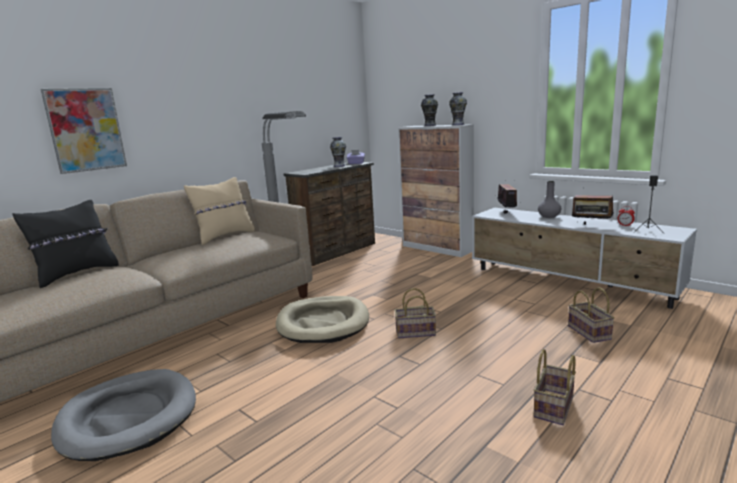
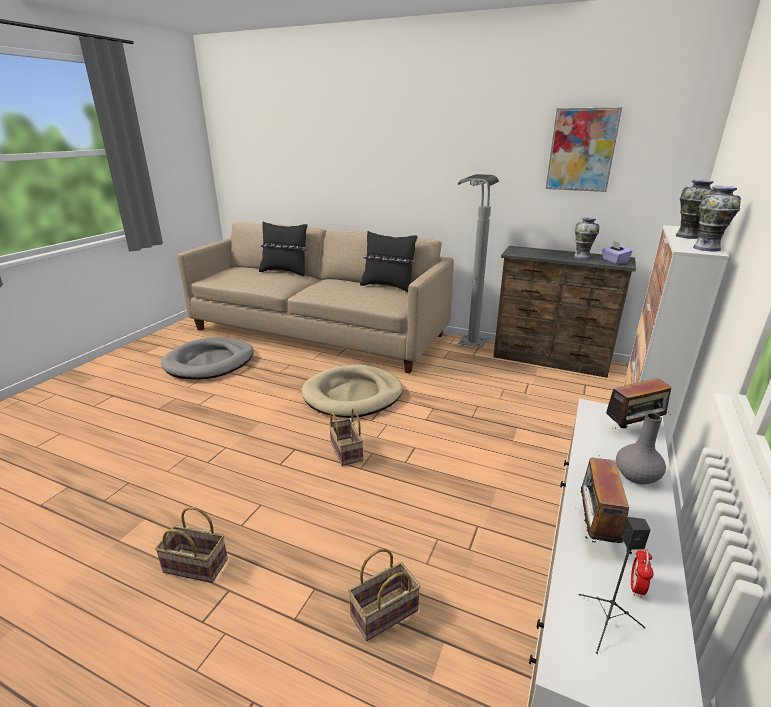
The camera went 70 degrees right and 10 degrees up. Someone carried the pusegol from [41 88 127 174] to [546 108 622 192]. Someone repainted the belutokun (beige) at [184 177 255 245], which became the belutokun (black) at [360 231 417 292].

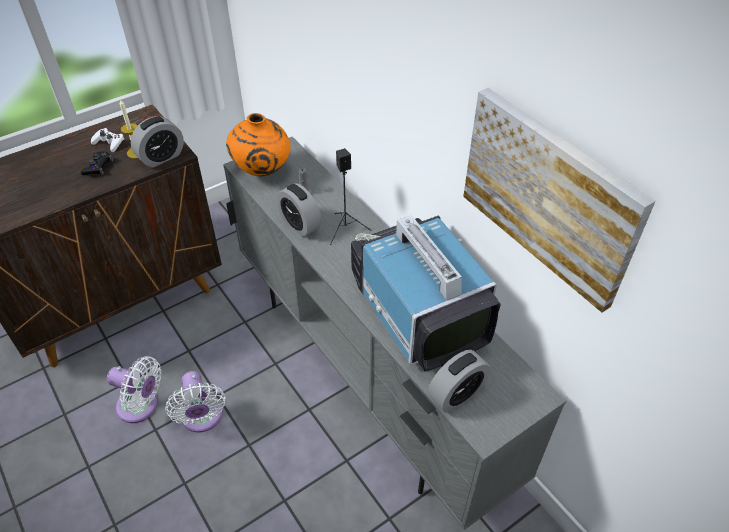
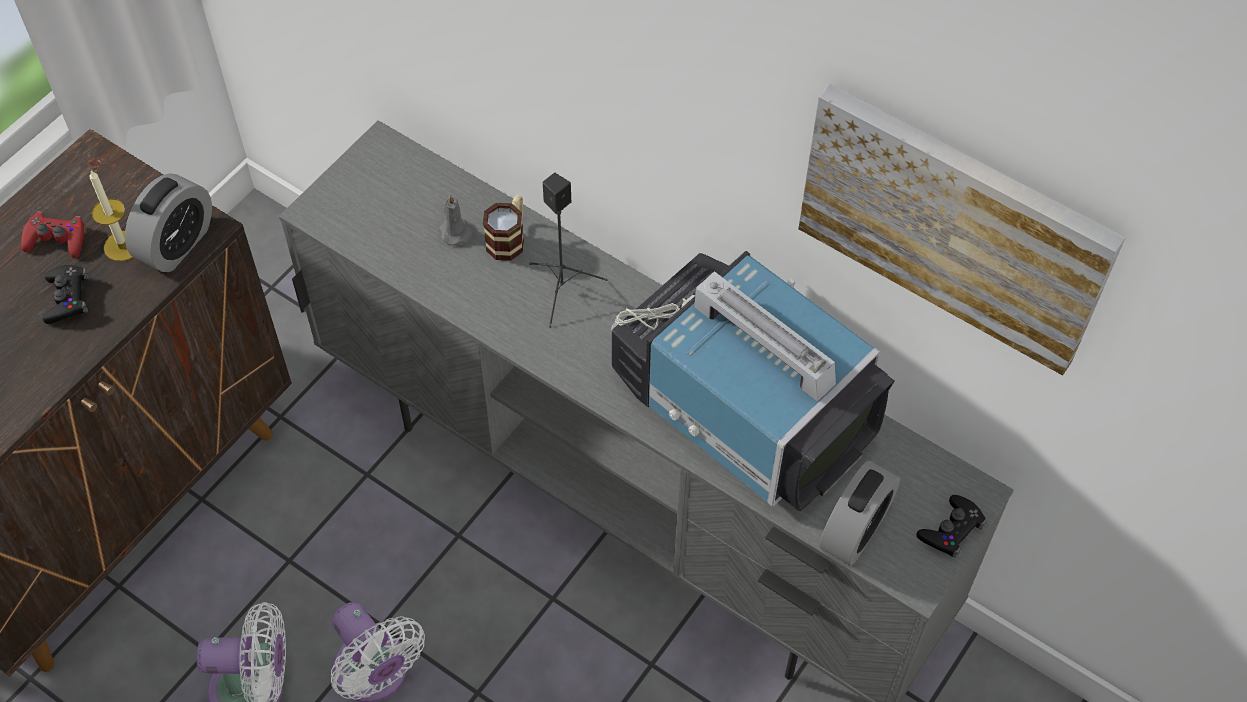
The camera went 20 degrees left and 10 degrees up. Someone took away the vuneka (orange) at [226 113 291 176]. Someone repainted the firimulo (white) at [91 128 124 152], which became the firimulo (red) at [21 211 84 259]. Someone took away the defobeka at [276 183 322 237]. Someone put down the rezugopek at [483 194 524 261]. Someone put down the firimulo (black) at [916 495 987 558].

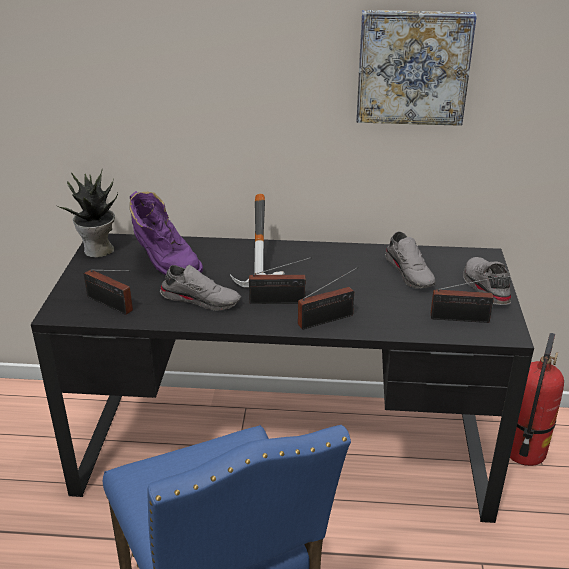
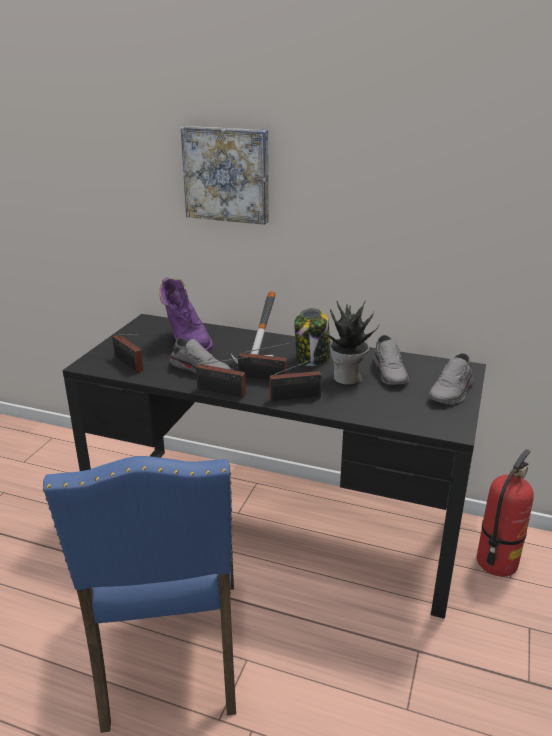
The camera went 15 degrees right and 5 degrees down. Someone carried the pusegol from [356 10 477 126] to [181 126 269 225]. Someone carried the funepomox from [56 169 118 258] to [321 300 379 385]. Someone rotated the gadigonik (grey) at [463 257 511 305] by 150 degrees counterclockwise. Someone carried the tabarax from [431 275 504 323] to [196 356 250 399]. Someone put down the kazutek at [294 308 330 366].

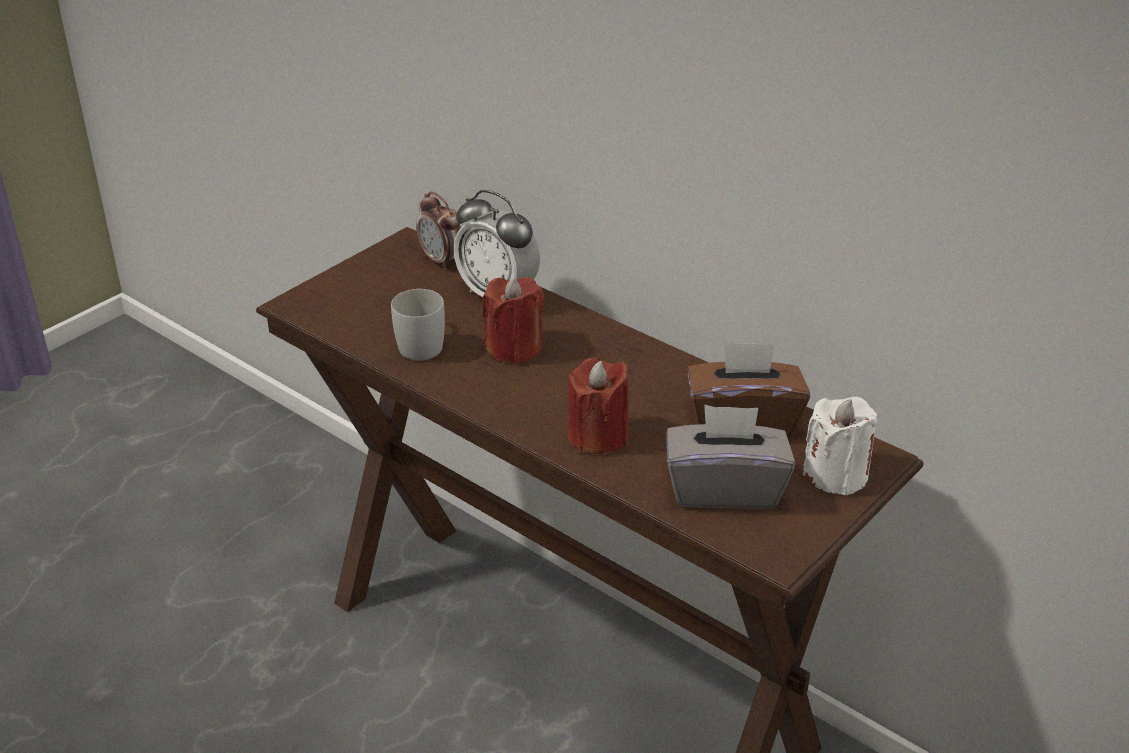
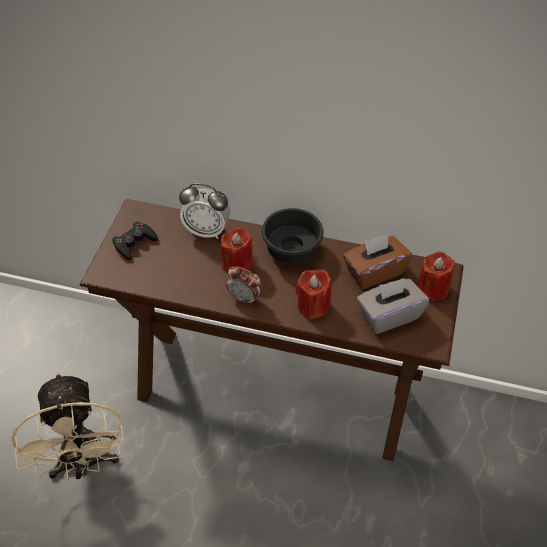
The camera went 25 degrees left and 15 degrees up. Someone carried the defobeka from [416 192 461 270] to [226 266 262 305]. Someone took away the rezugopek (white) at [391 289 445 361]. Someone repainted the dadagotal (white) at [802 397 877 496], which became the dadagotal (red) at [417 251 456 301]. Someone put down the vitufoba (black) at [261 208 324 264]. Someone put down the firimulo (black) at [112 221 158 260]. Someone put down the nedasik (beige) at [11 372 124 480].

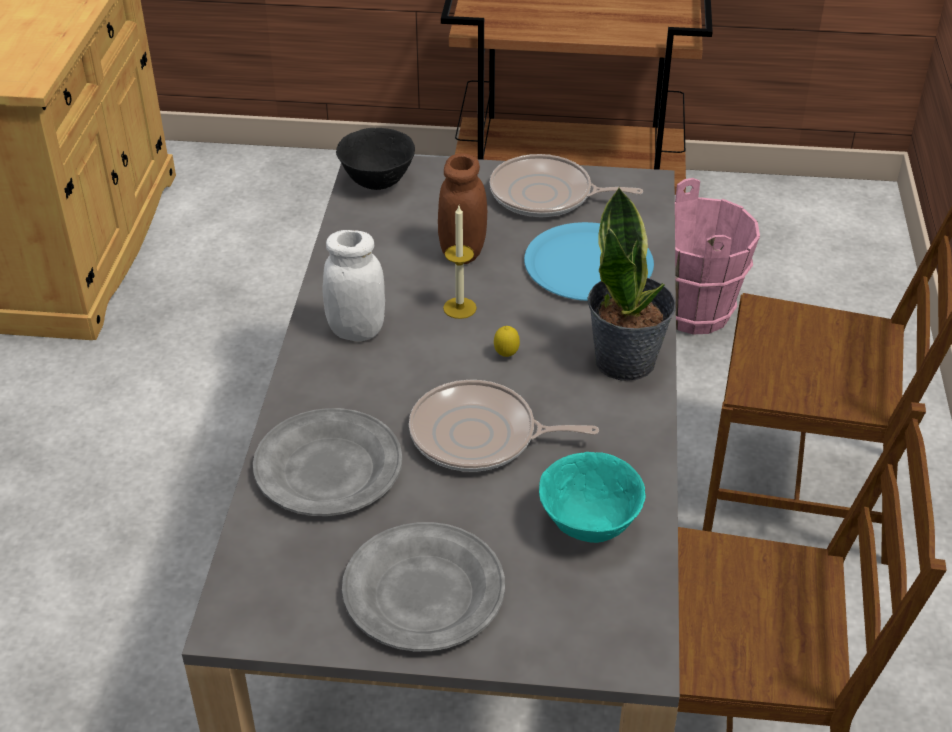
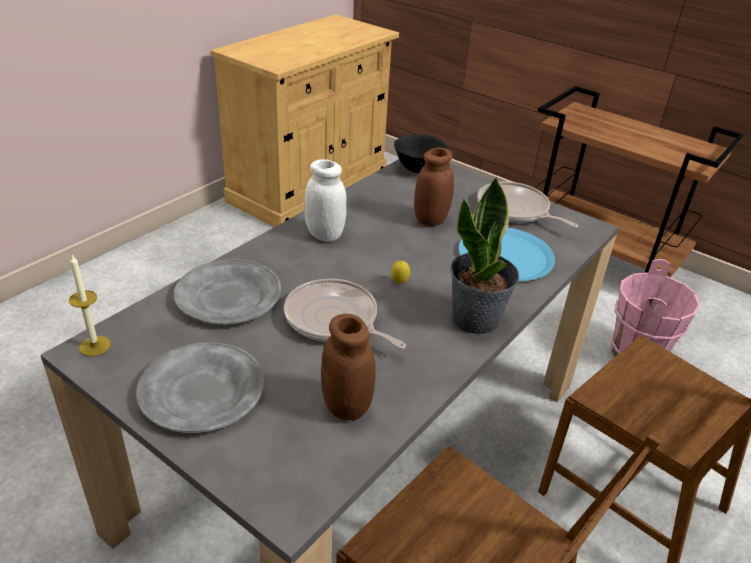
The camera went 30 degrees right and 5 degrees down. Someone carried the dadagotal from [443 206 477 319] to [69 255 111 356]. Someone swapped the vitufoba (turquoise) at [539 452 645 543] for the kazutek (brown) at [321 314 376 420].

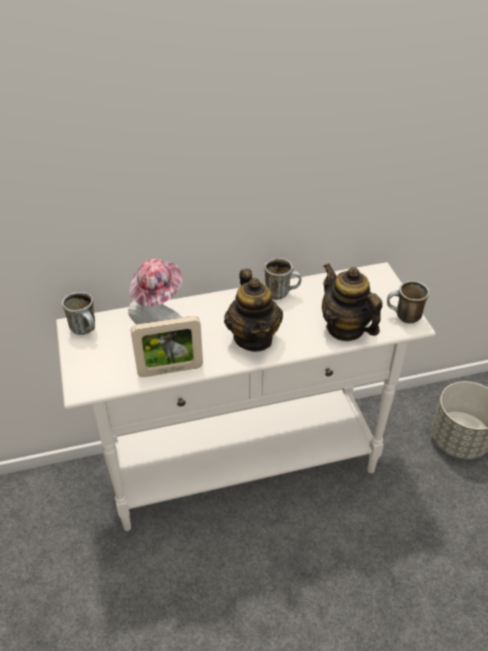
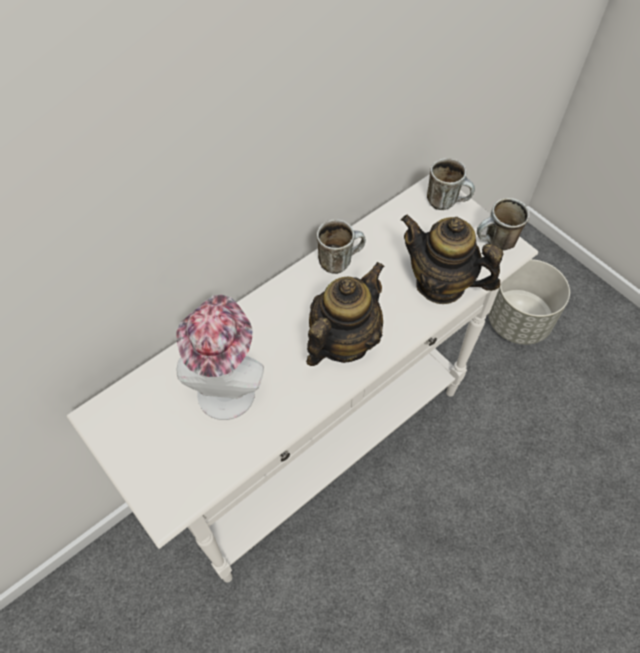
The camera went 25 degrees left and 15 degrees up. Someone rotated the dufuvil at [224 269 283 352] by 105 degrees counterclockwise. Someone carried the rezugopek from [62 292 95 335] to [427 158 475 210]. Someone took away the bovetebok at [131 316 203 377].

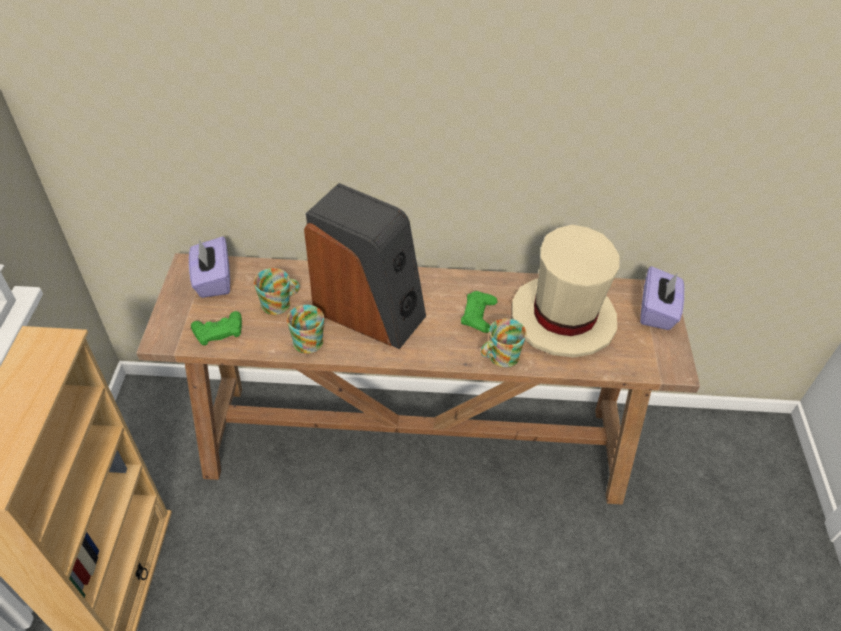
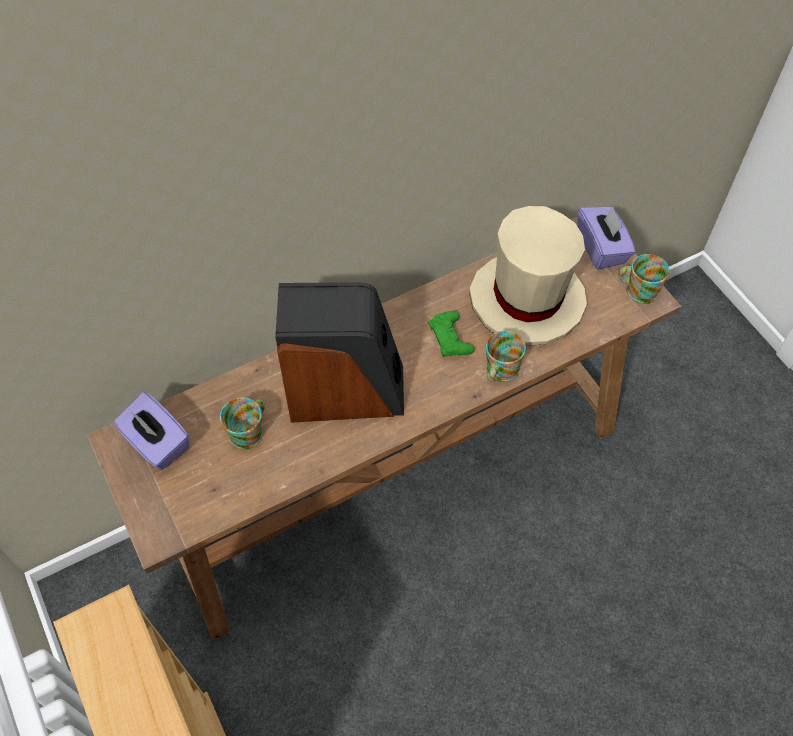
The camera went 30 degrees left and 10 degrees up. Someone carried the rezugopek from [287 305 324 354] to [618 254 670 304]. Someone took away the firimulo (green) at [191 311 242 345].

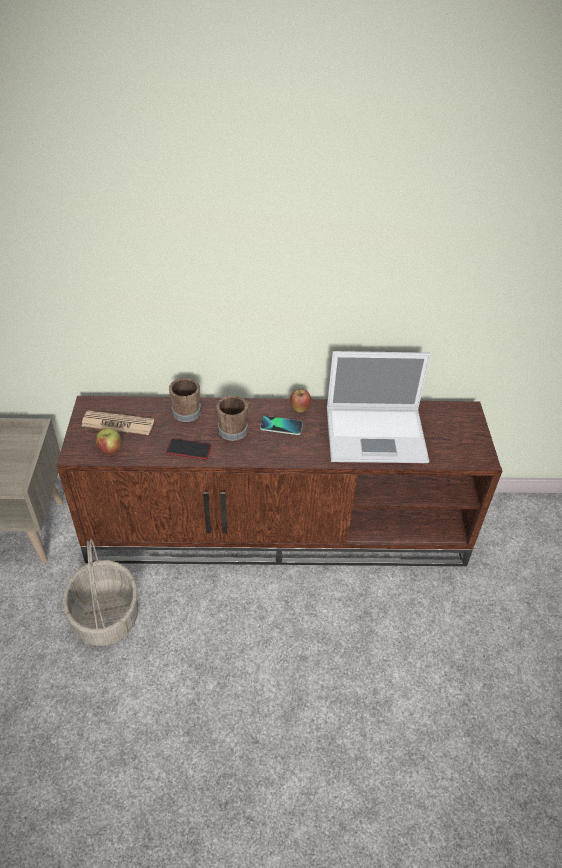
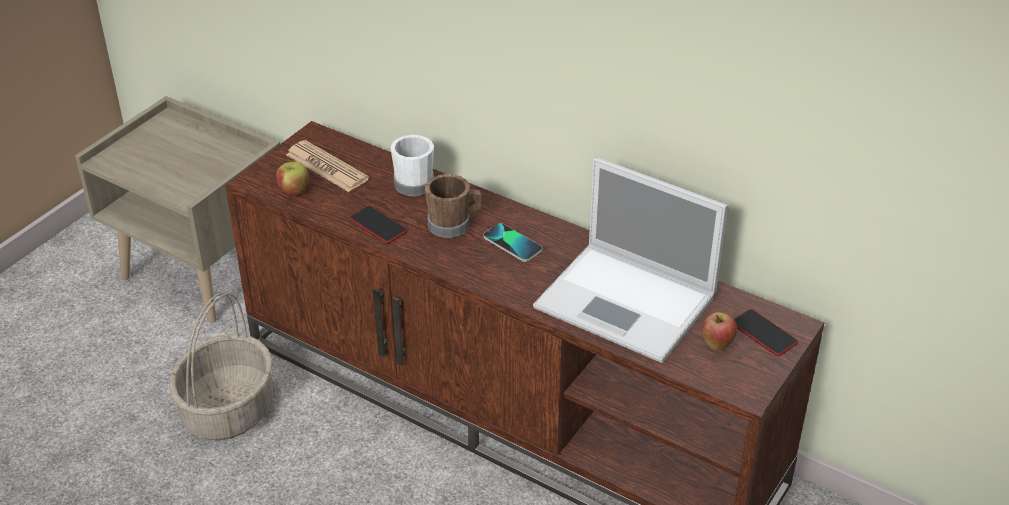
The camera went 35 degrees right and 5 degrees down. Someone repainted the rezugopek (brown) at [169 378 201 422], which became the rezugopek (white) at [391 135 434 196]. Someone carried the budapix from [290 389 311 413] to [701 312 737 350]. Someone put down the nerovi at [734 309 798 356].

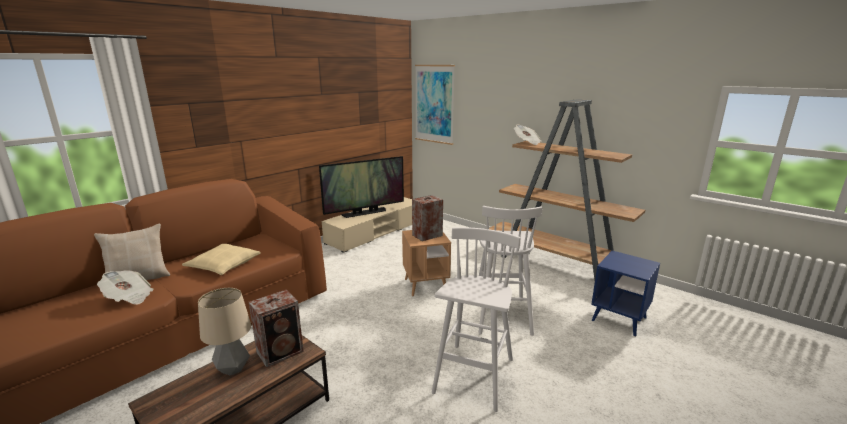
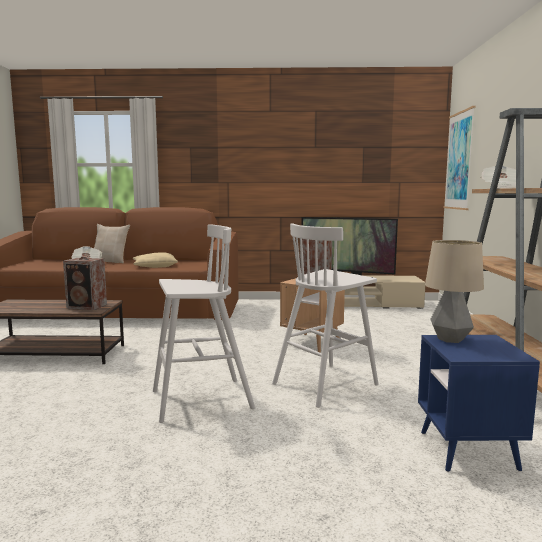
The camera went 50 degrees right and 10 degrees down. Someone carried the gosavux from [198 288 251 376] to [425 240 484 343].

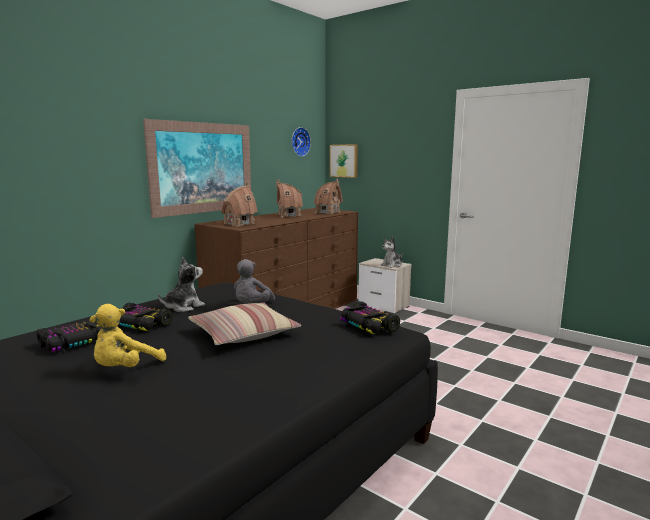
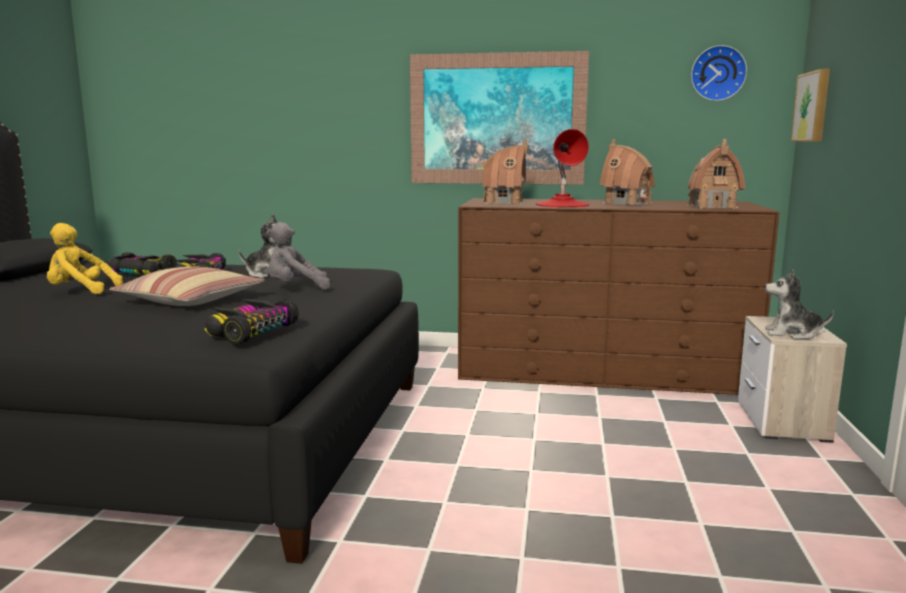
The camera went 60 degrees right and 0 degrees up. Someone put down the gosavux (red) at [535 129 590 207].

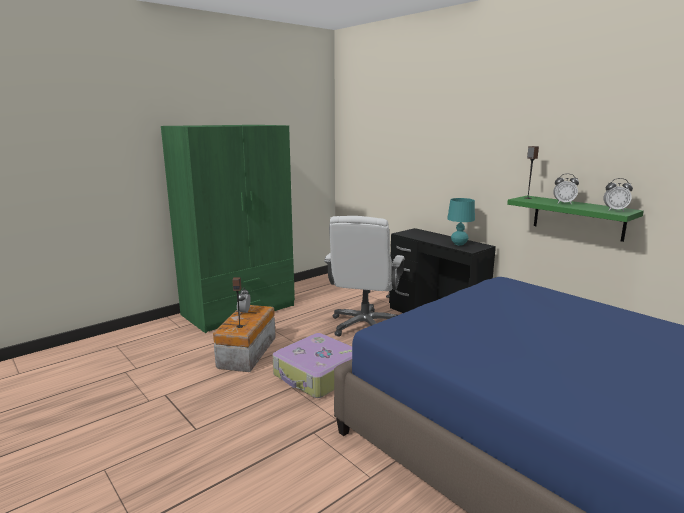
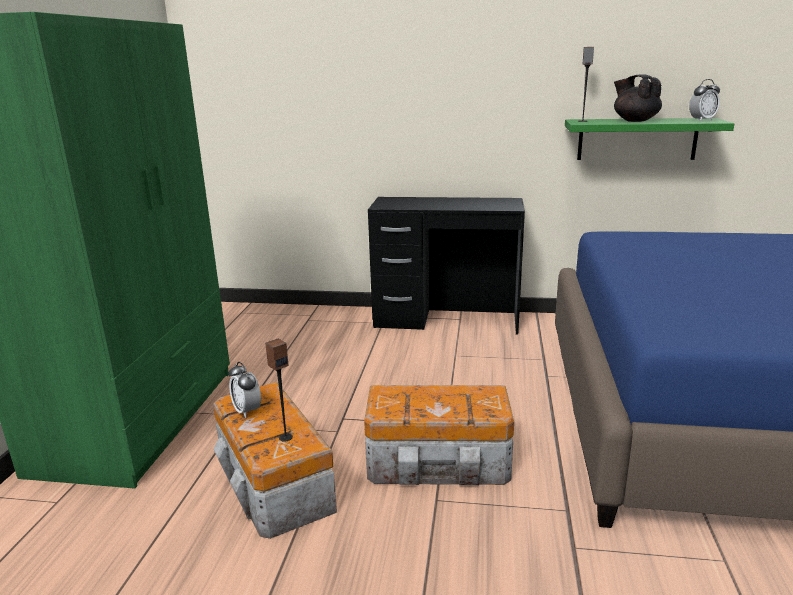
The camera went 40 degrees left and 5 degrees up. Someone swapped the defobeka at [553 174 579 204] for the dufuvil (black) at [614 74 662 122]. Someone took away the gosavux (turquoise) at [447 198 475 245]. Someone took away the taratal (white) at [324 216 404 337]. Someone swapped the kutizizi at [273 333 352 398] for the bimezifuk at [364 385 514 485].

